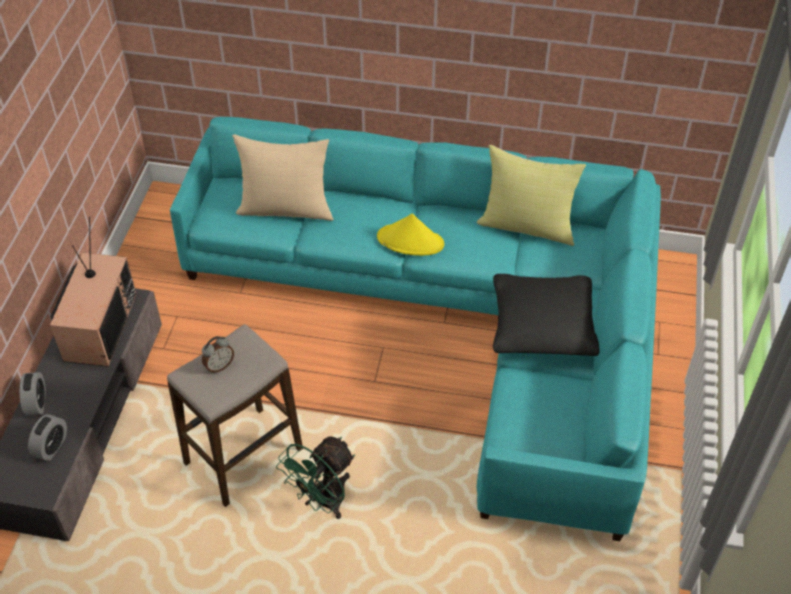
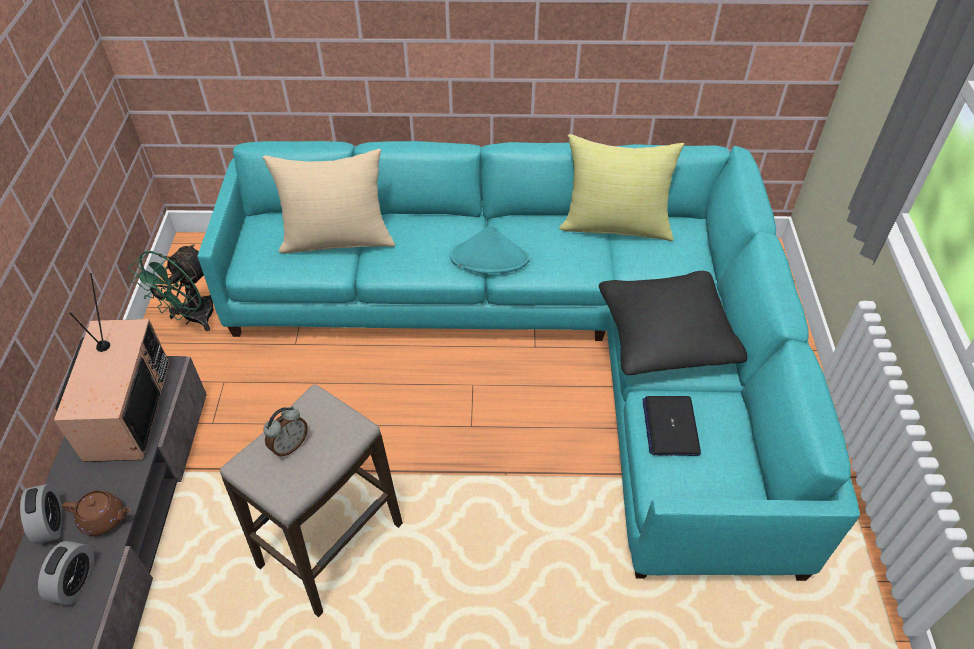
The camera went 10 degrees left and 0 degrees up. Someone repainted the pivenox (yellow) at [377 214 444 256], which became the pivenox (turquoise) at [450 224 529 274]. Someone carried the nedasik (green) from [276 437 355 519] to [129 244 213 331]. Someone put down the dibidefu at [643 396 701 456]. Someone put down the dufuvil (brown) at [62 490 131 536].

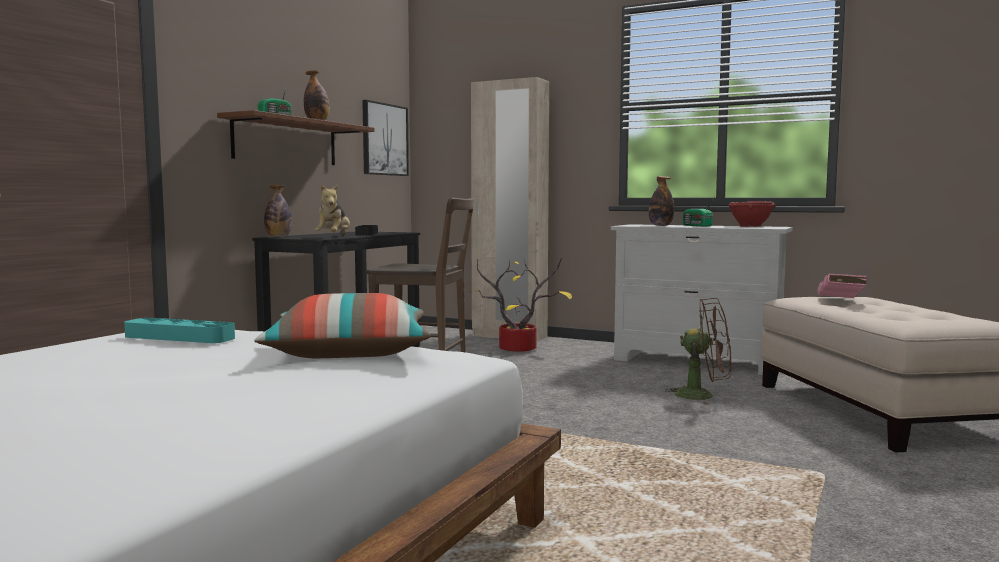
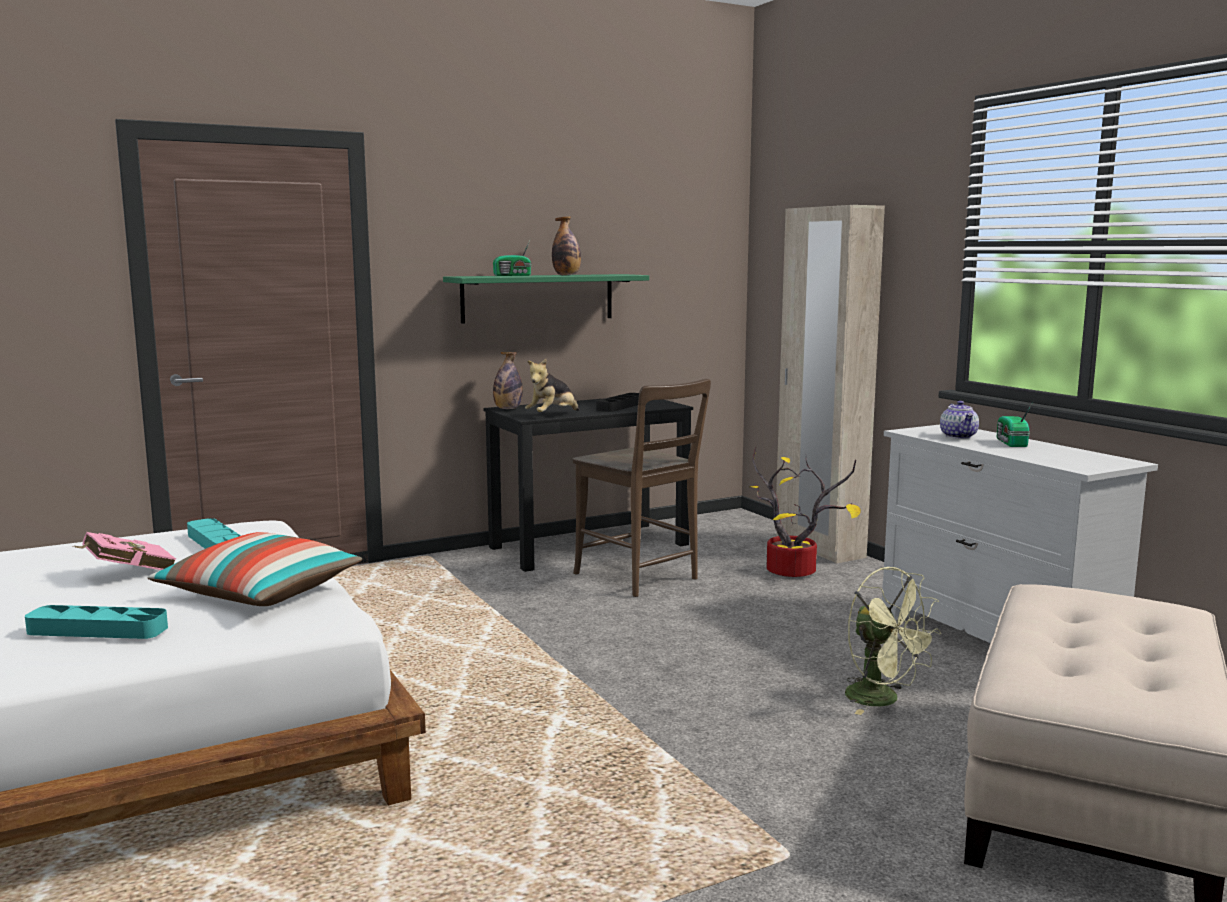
The camera went 35 degrees right and 5 degrees up. Someone took away the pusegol at [362 100 409 176]. Someone repainted the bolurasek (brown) at [217 110 375 165], which became the bolurasek (green) at [443 274 649 324]. Someone swapped the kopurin at [649 176 674 226] for the dufuvil at [940 401 979 439]. Someone took away the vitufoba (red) at [729 201 776 227]. Someone carried the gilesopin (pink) from [818 274 866 298] to [72 532 176 570]. Someone repainted the nedasik (brown) at [665 298 731 405], which became the nedasik (green) at [845 567 941 715]. Someone put down the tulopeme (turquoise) at [25 605 168 639].

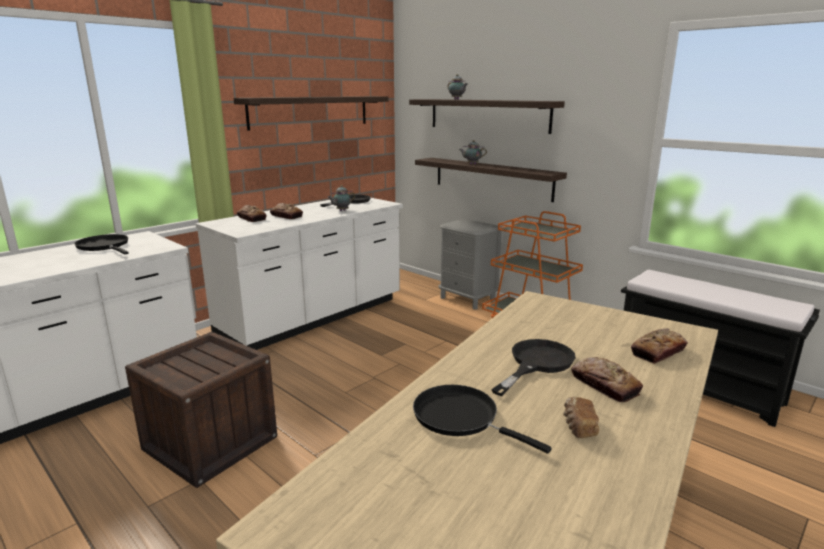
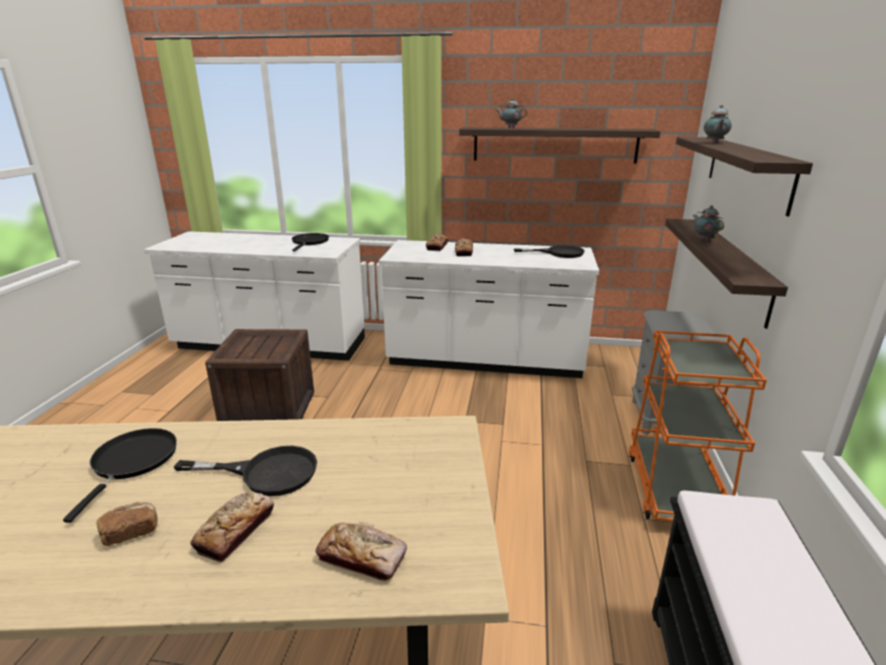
The camera went 55 degrees right and 5 degrees up. Someone carried the dufuvil from [328 185 355 211] to [496 98 527 128].

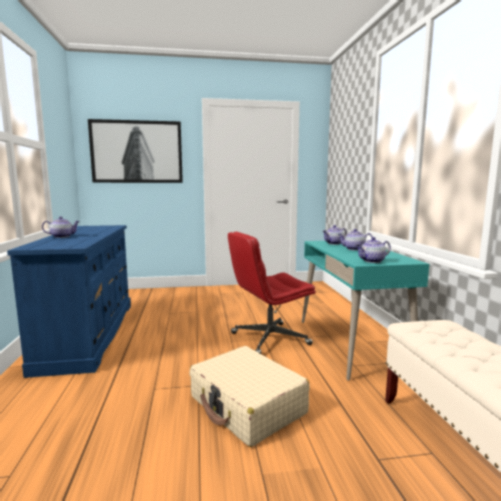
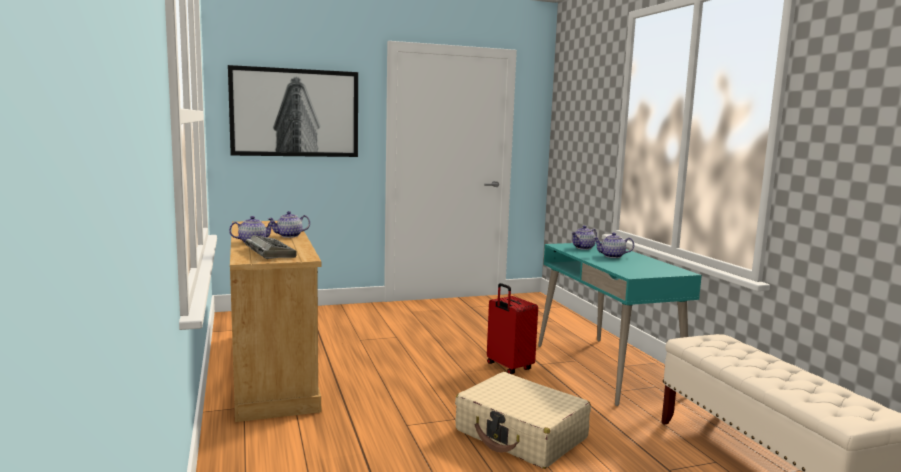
The camera went 10 degrees left and 0 degrees up. Someone repainted the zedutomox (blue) at [7 225 131 378], which became the zedutomox (beige) at [230 221 322 422]. Someone swapped the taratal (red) at [228 232 316 354] for the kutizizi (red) at [487 283 538 374]. Someone carried the dufuvil from [355 237 391 263] to [268 211 310 238]. Someone put down the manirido at [245 235 297 259].

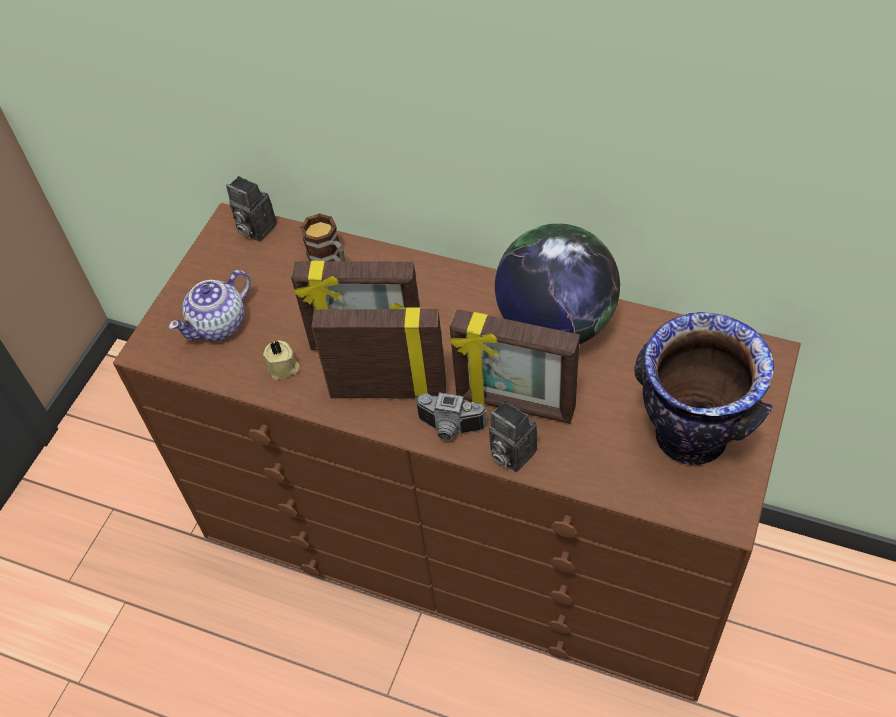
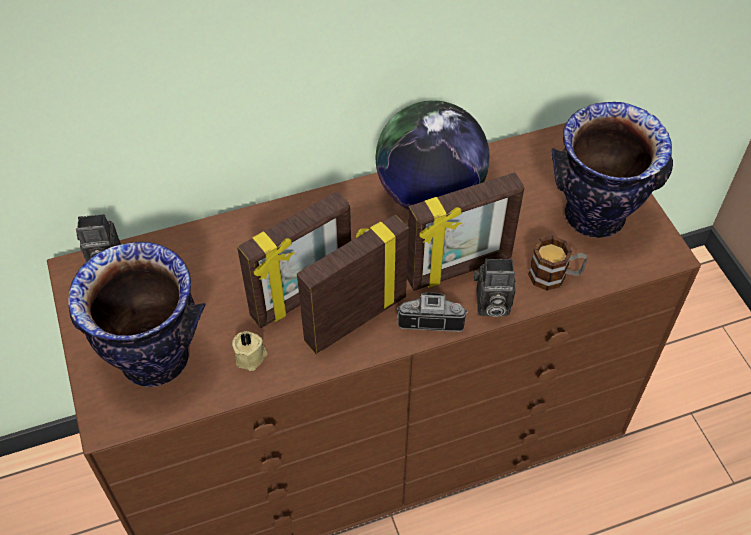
The camera went 45 degrees left and 0 degrees up. Someone carried the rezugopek from [300 213 345 261] to [528 236 588 291]. Someone swapped the dufuvil at [169 270 251 341] for the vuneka at [68 242 205 387]. Someone rotated the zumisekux at [415 392 487 440] by 150 degrees counterclockwise.

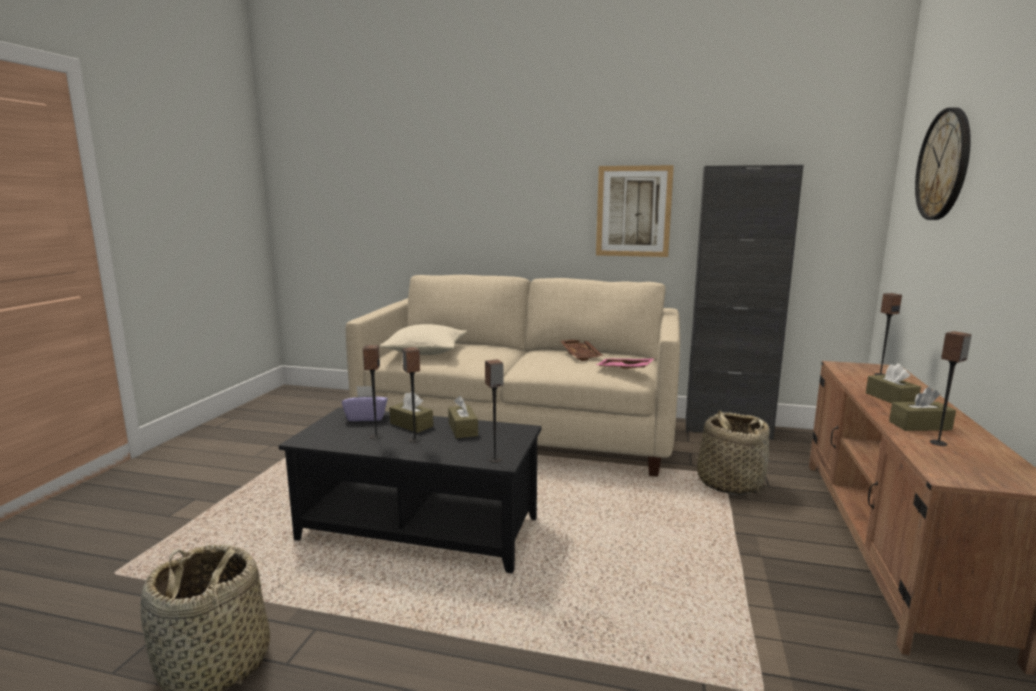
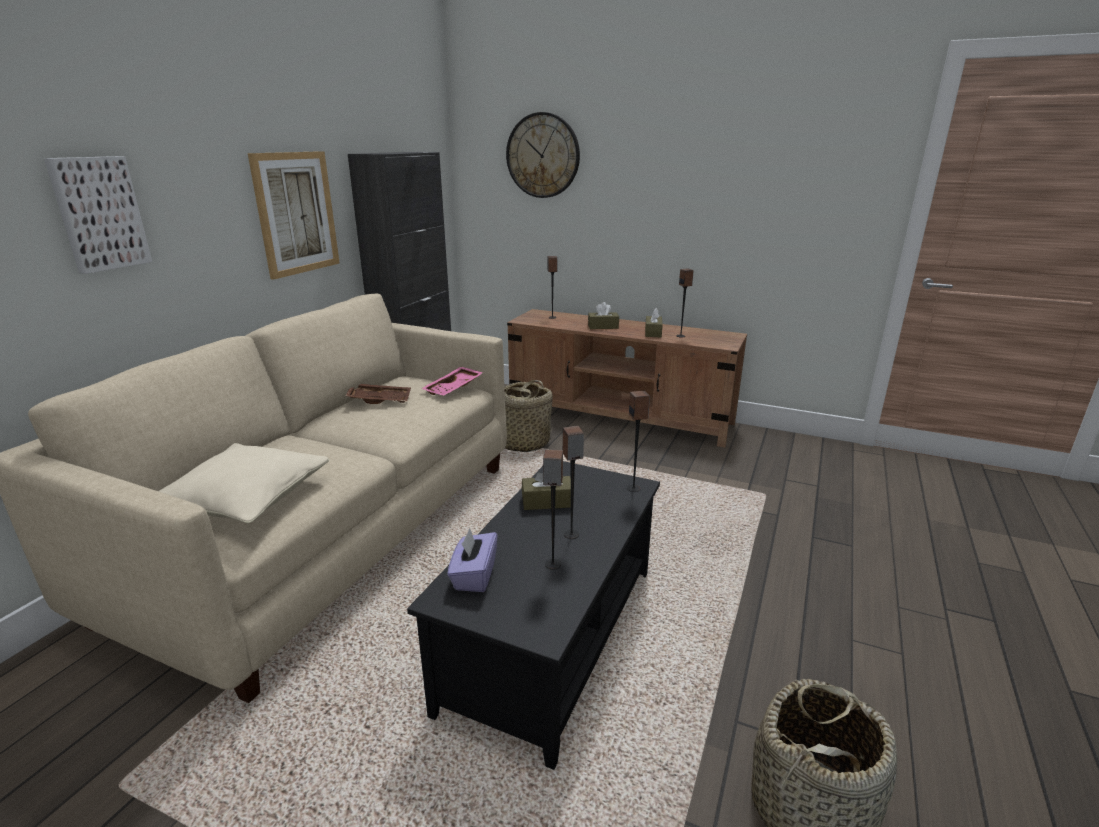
The camera went 80 degrees left and 10 degrees up. Someone took away the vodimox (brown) at [389 392 433 433]. Someone put up the pusegol at [44 156 152 274].

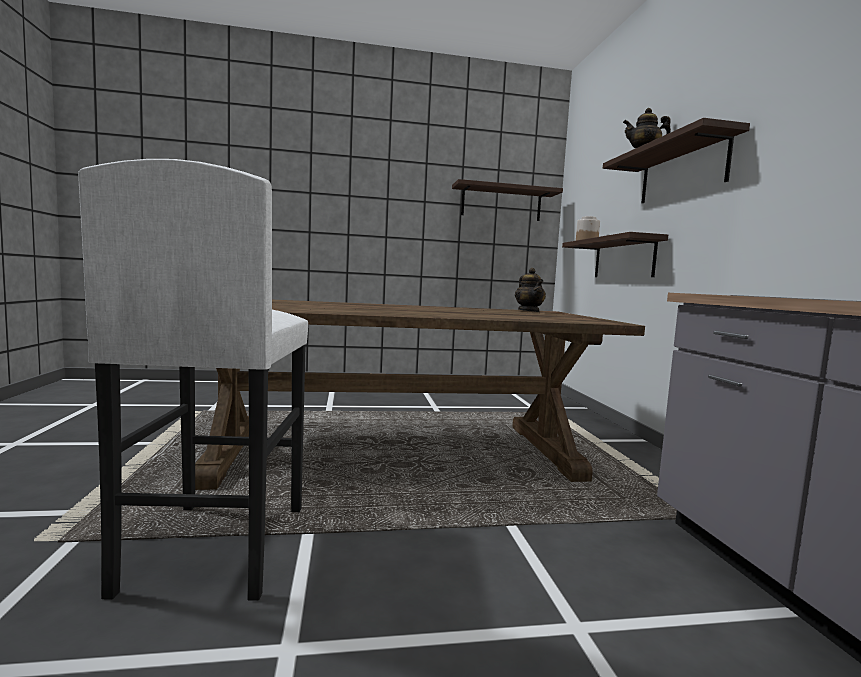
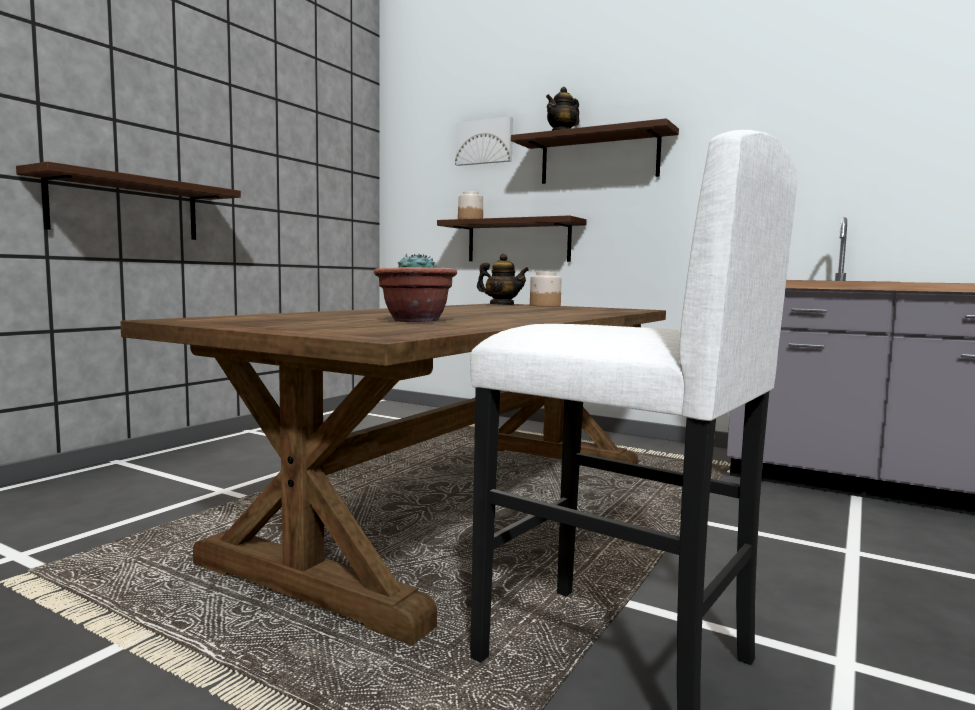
The camera went 50 degrees left and 0 degrees up. Someone carried the bolurasek from [452 179 563 221] to [16 161 241 240]. Someone put up the pusegol at [455 116 513 166]. Someone put down the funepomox at [374 253 457 322]. Someone put down the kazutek at [530 271 562 307].

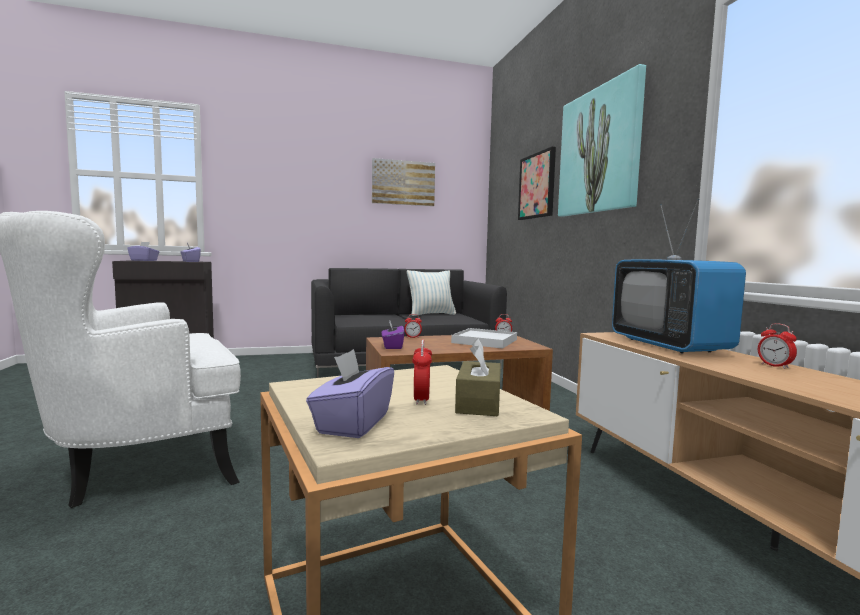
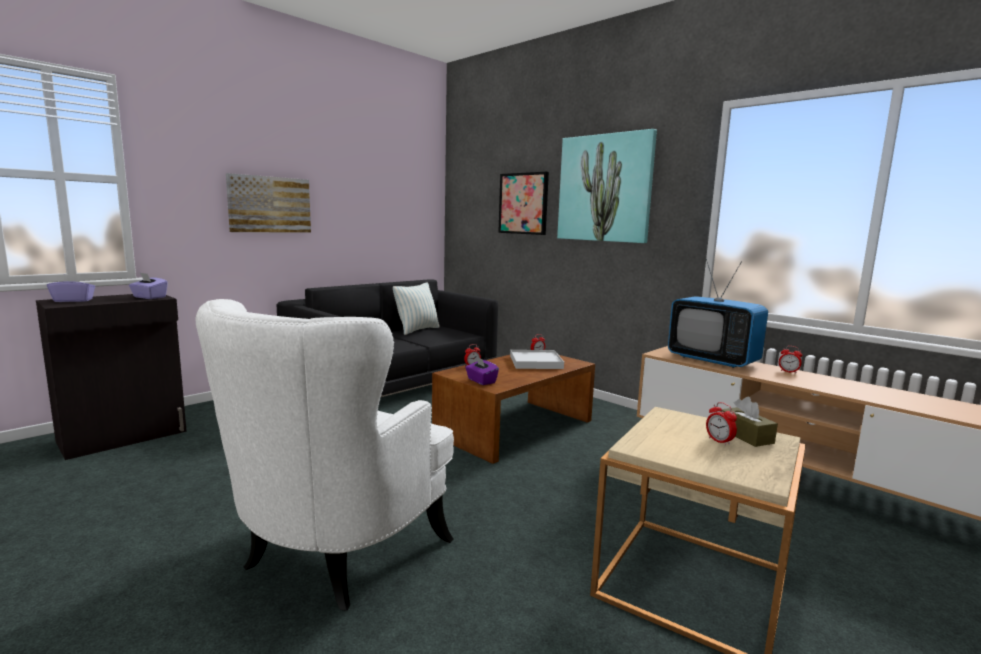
The camera went 30 degrees left and 5 degrees up. Someone carried the pusegol from [372 158 435 206] to [226 173 311 233]. Someone took away the vodimox (purple) at [306 349 394 438].

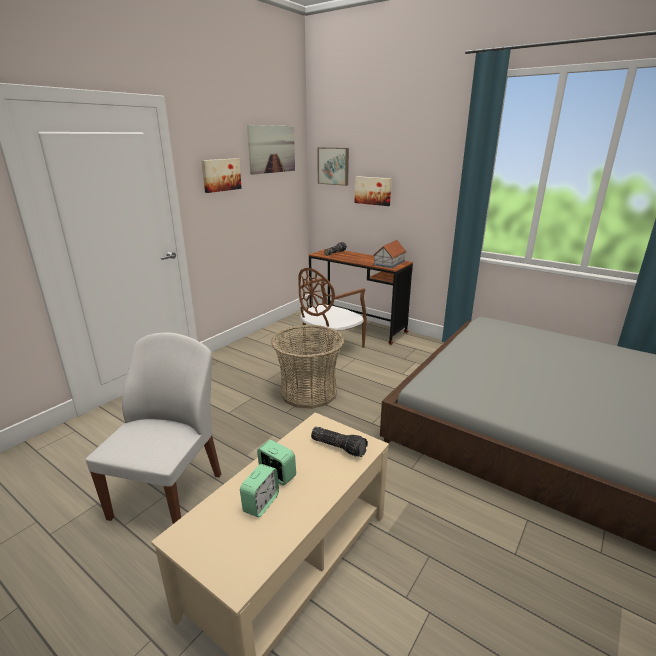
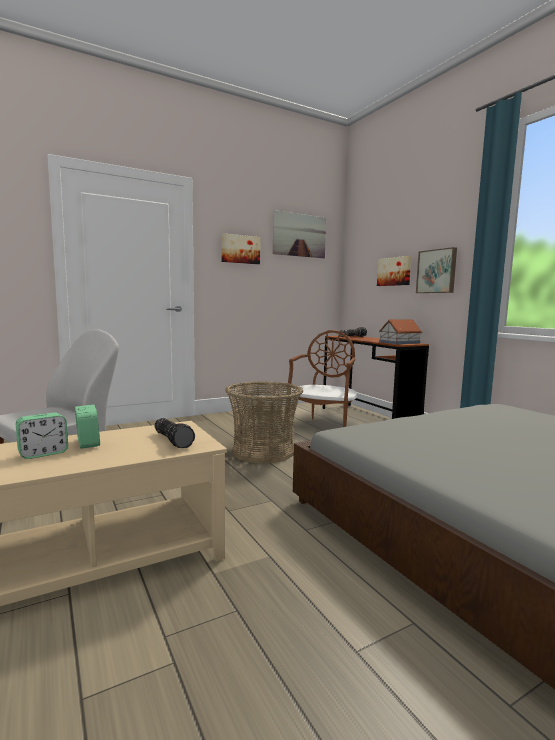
The camera went 25 degrees right and 15 degrees down. Someone carried the pusegol from [317 147 349 186] to [416 247 457 293]. Someone rotated the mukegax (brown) at [298 268 367 352] by 135 degrees clockwise.

